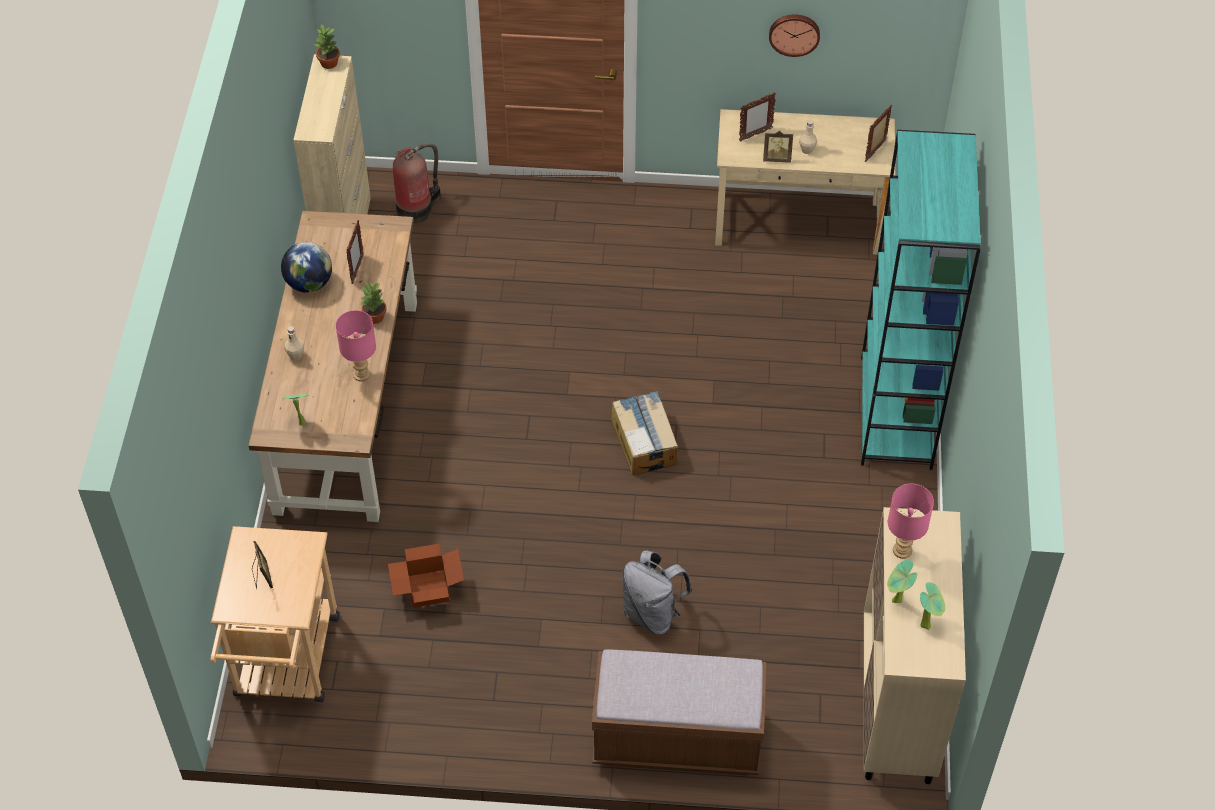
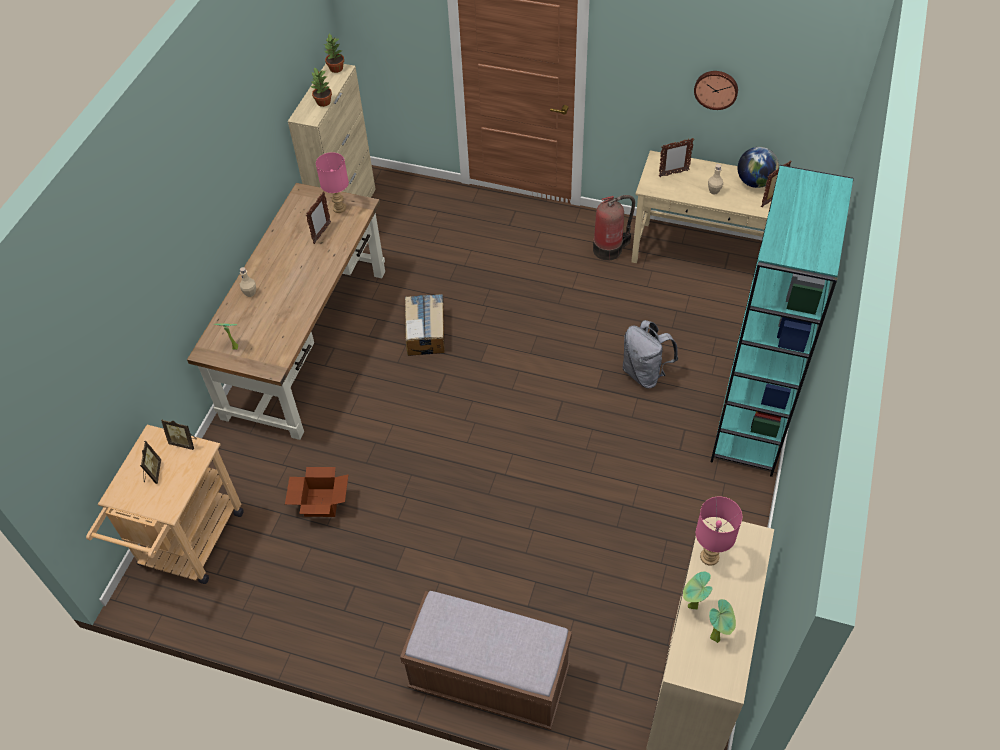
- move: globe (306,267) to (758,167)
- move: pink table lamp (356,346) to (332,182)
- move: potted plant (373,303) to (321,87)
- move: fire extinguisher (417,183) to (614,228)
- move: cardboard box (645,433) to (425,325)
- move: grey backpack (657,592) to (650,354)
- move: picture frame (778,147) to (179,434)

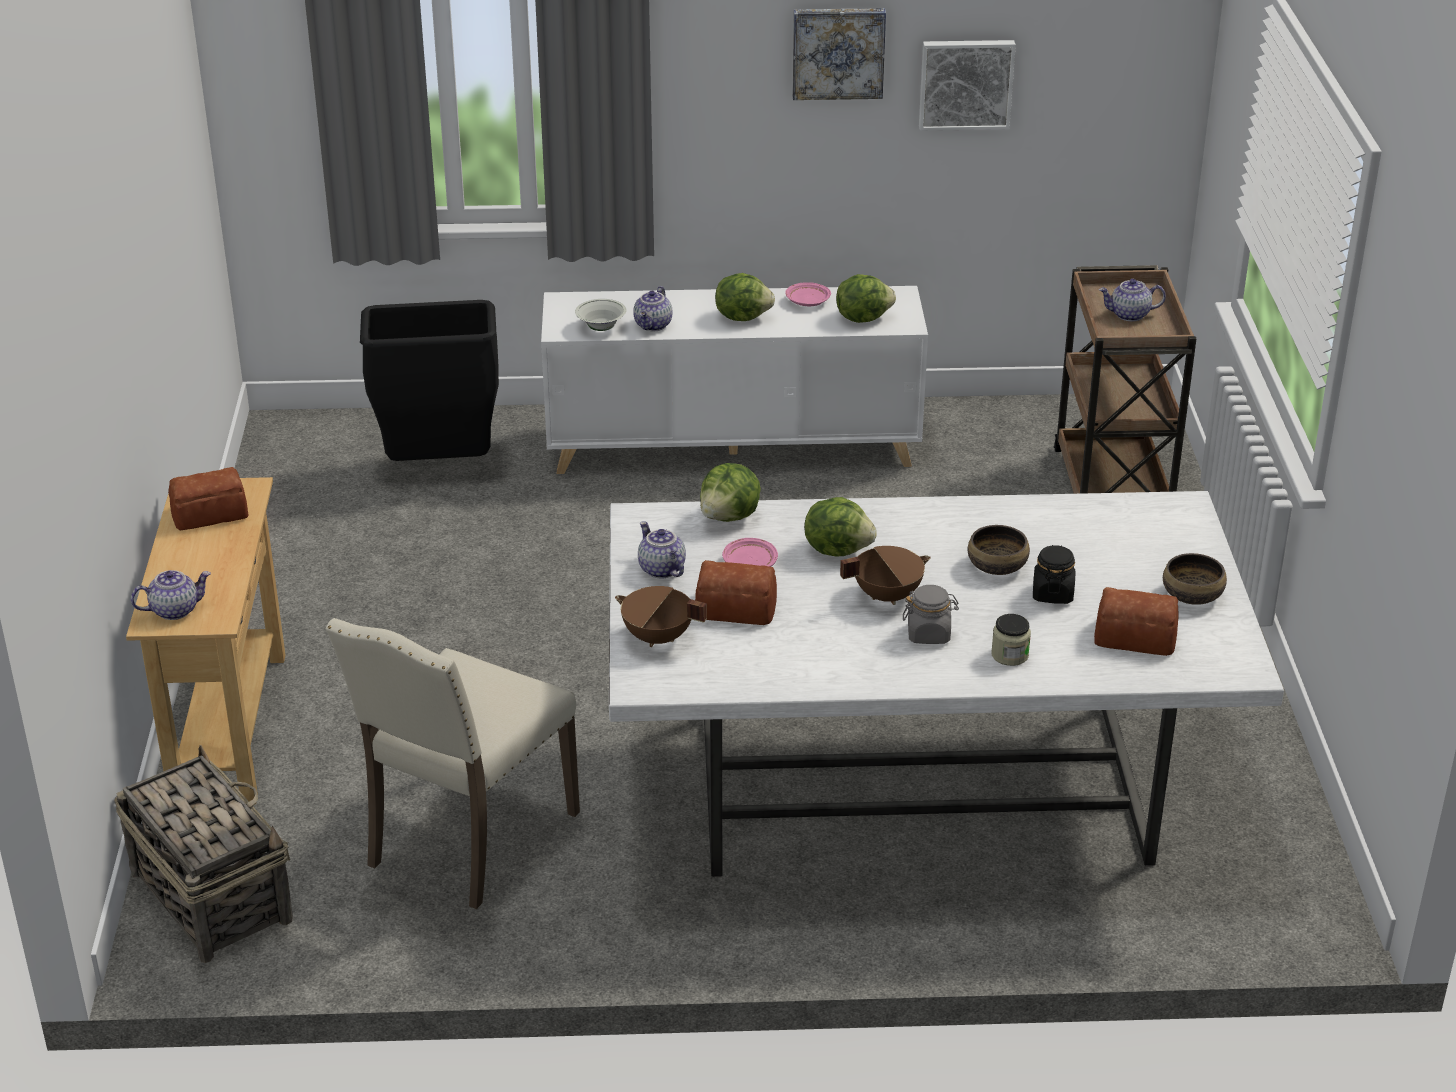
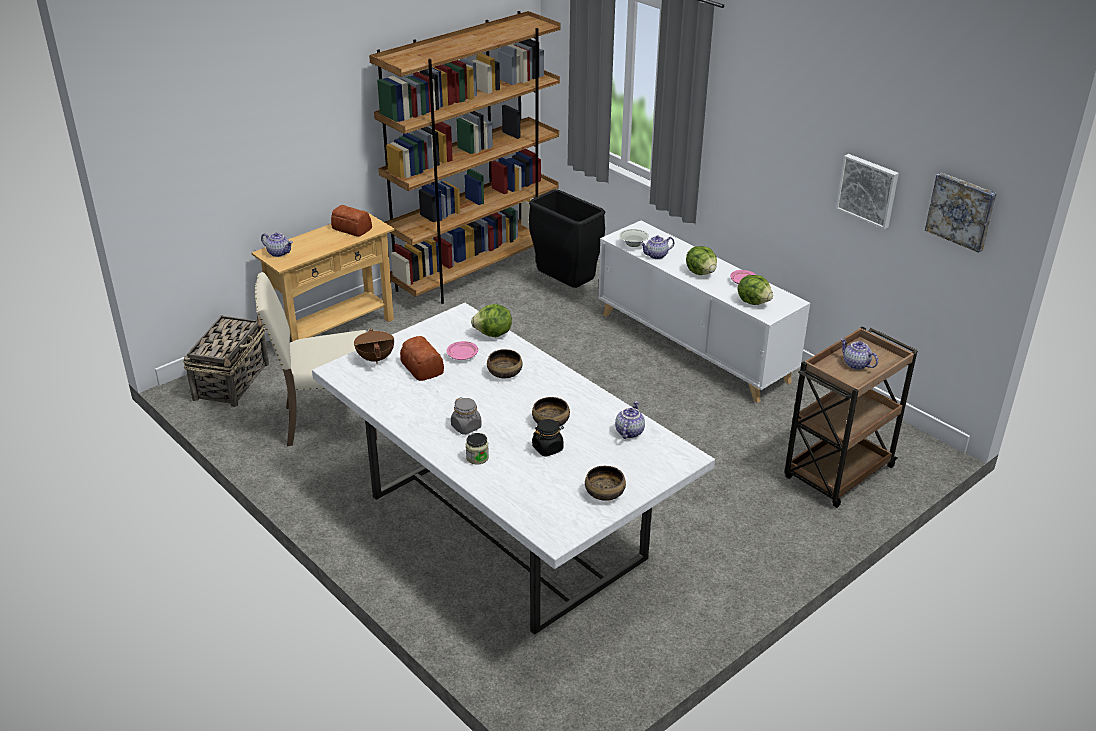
- move: teapot (662,550) to (630,420)
- move: picture (839,54) to (961,212)
- replace: lettuce (840,527) to bowl (505,363)
- delete: brown cooking pot (885,575)
- delete: bread (1136,621)
- insert: brown bookcase (464,157)

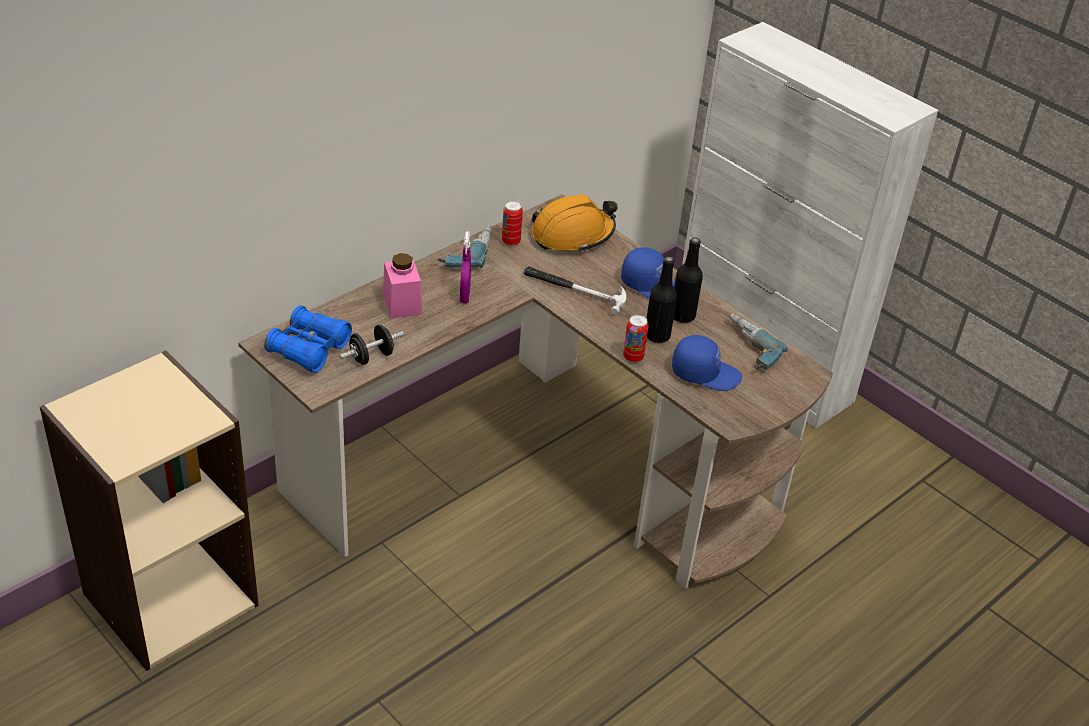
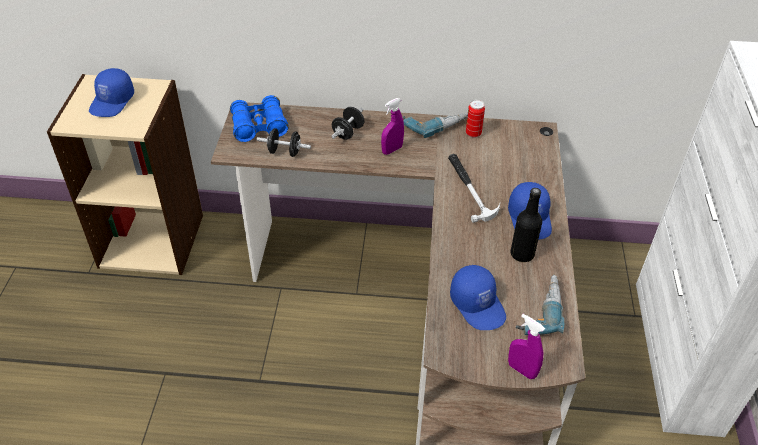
- replace: pink jar (402,286) to black dumbbell (348,123)
- delete: orange hard hat (574,223)
- delete: can (635,339)
- delete: black bottle (661,299)
- insert: blue cap (111,92)
- insert: purple spray bottle (526,346)

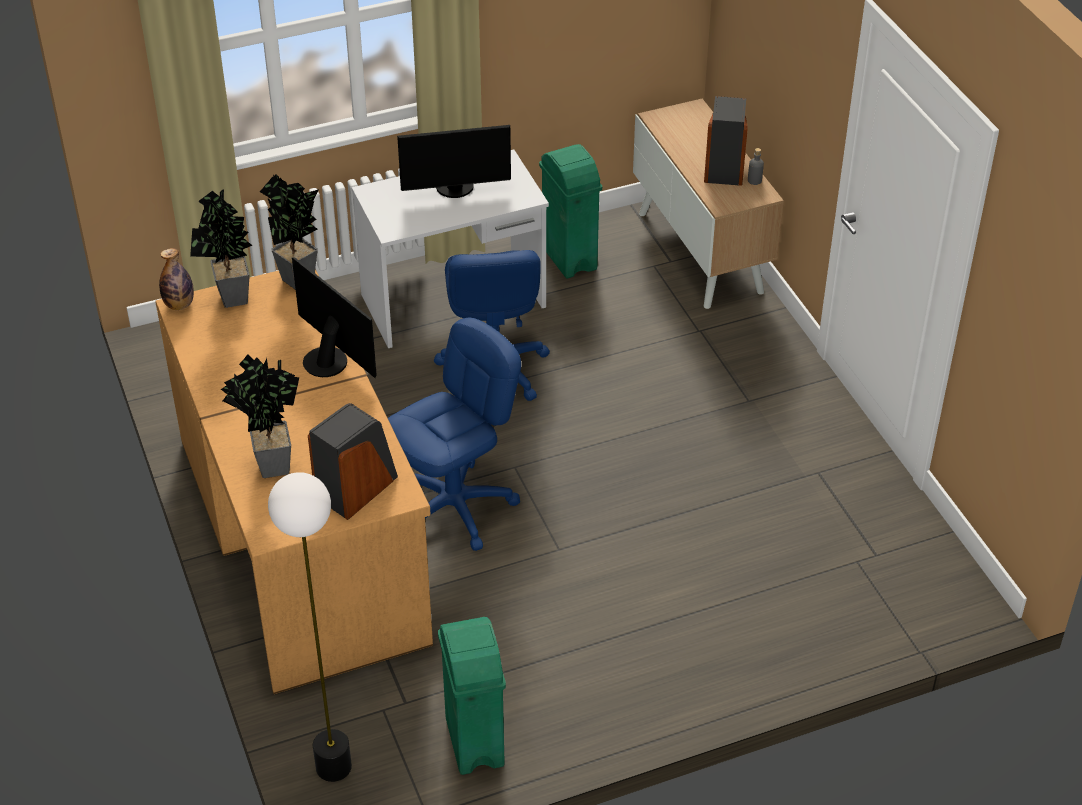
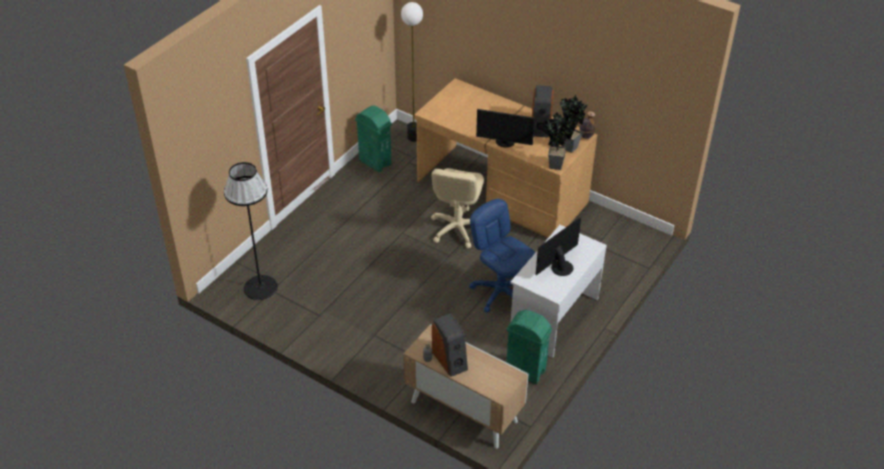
- delete: potted plant (260,416)
- move: speaker (353,461) to (543,111)
- recolor: blue office chair (454,434) to beige office chair (457,208)
- insert: black floor lamp (251,231)

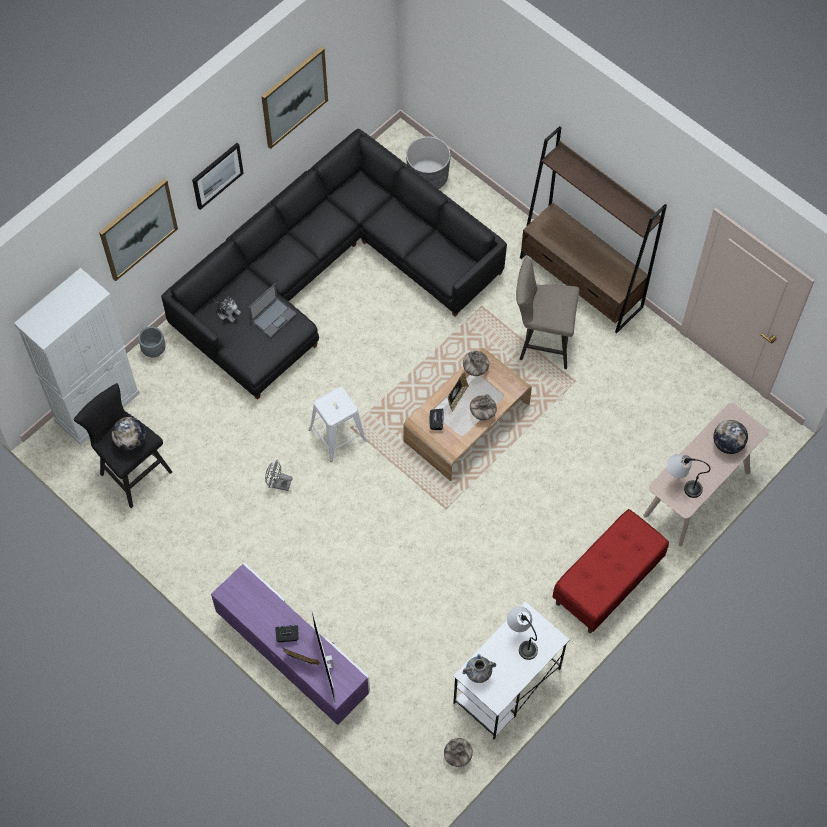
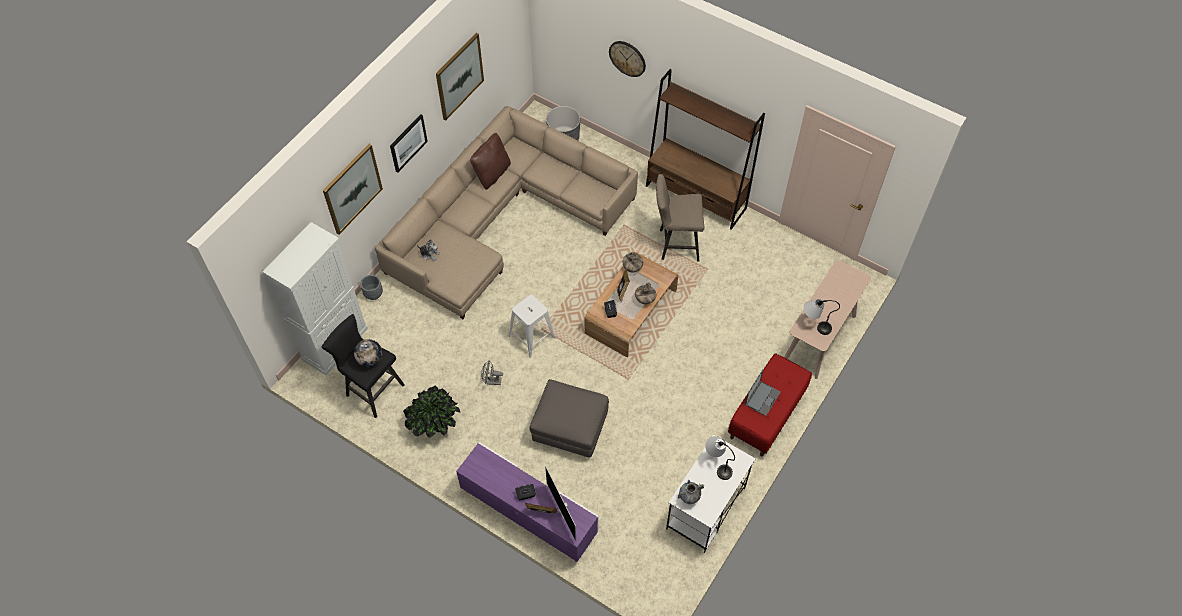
- recolor: black sofa (334,264) to beige sofa (506,212)
- move: laptop (273,310) to (763,392)
- delete: vase (458,752)
- delete: globe (730,437)
- insert: potted plant (431,411)
- insert: brown pillow (490,161)
- insert: grey ottoman (569,418)
- insert: wall clock (627,59)

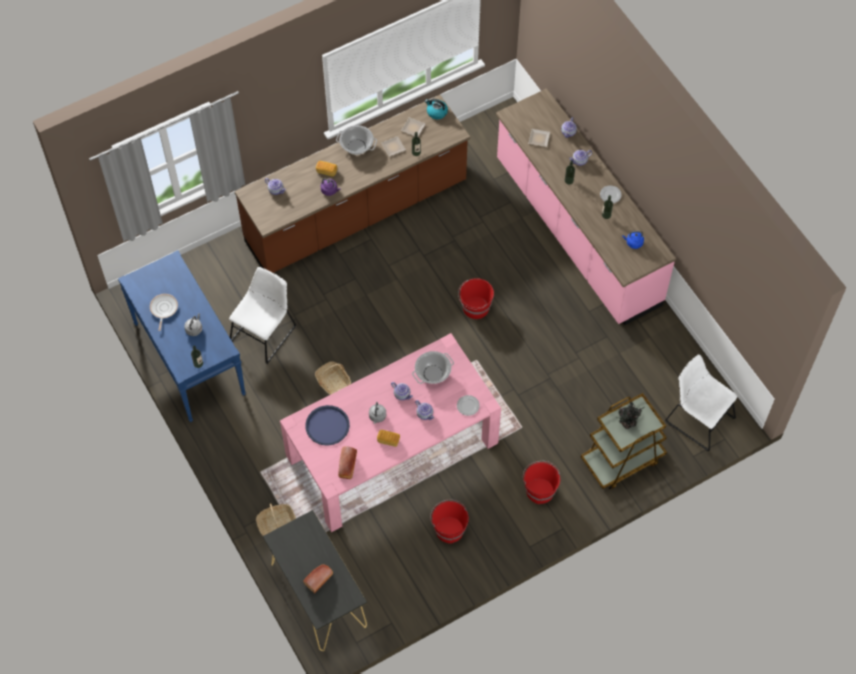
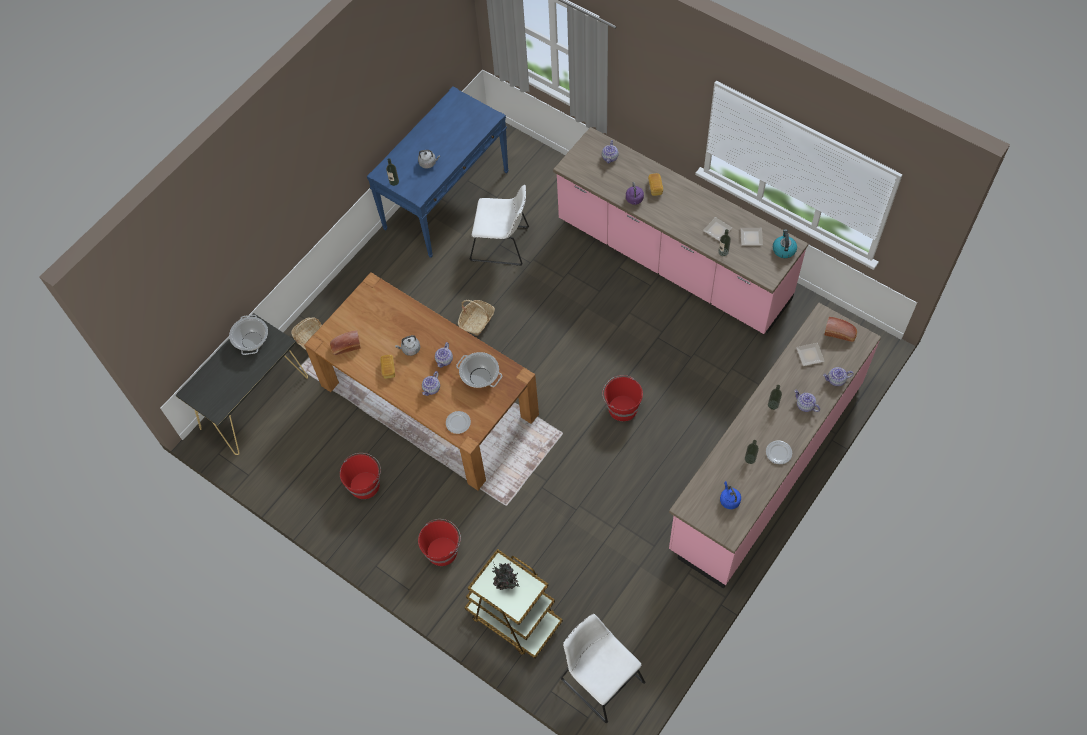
- delete: frying pan (164,312)
- recolor: brown counter (352,184) to pink counter (680,230)
- recolor: pink dining table (390,432) to brown dining table (421,381)
- move: bread (318,579) to (841,329)
- delete: blue tray (327,425)
- move: cooking pot (356,140) to (248,335)
- rotate: white chair (701,402) = (603,668) 60 degrees counterclockwise

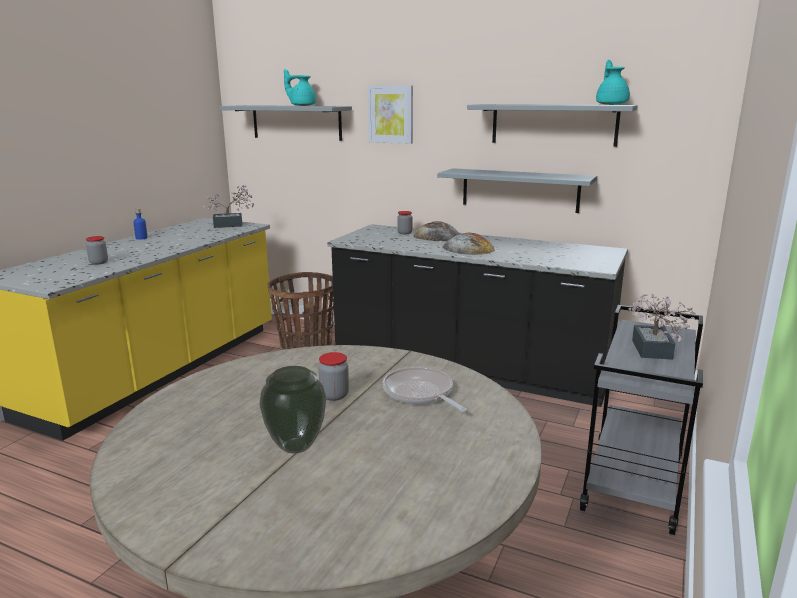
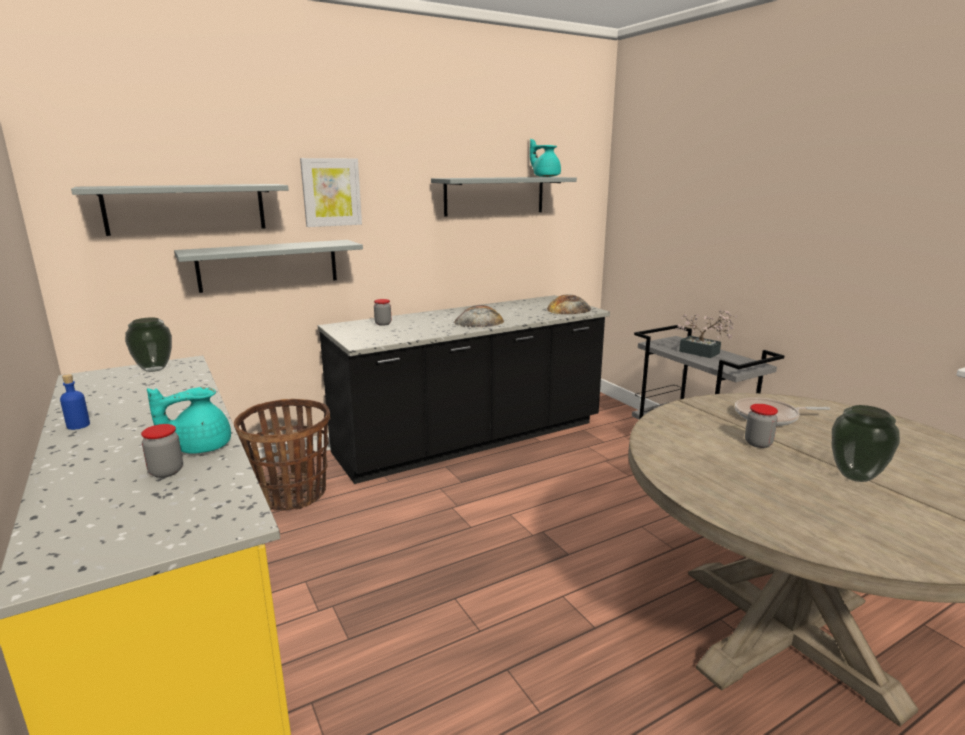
- replace: potted plant (228,206) to vase (148,344)
- move: turquoise teapot (300,87) to (189,420)
- move: bread (436,231) to (569,304)
- move: grey shelf (517,190) to (268,266)

